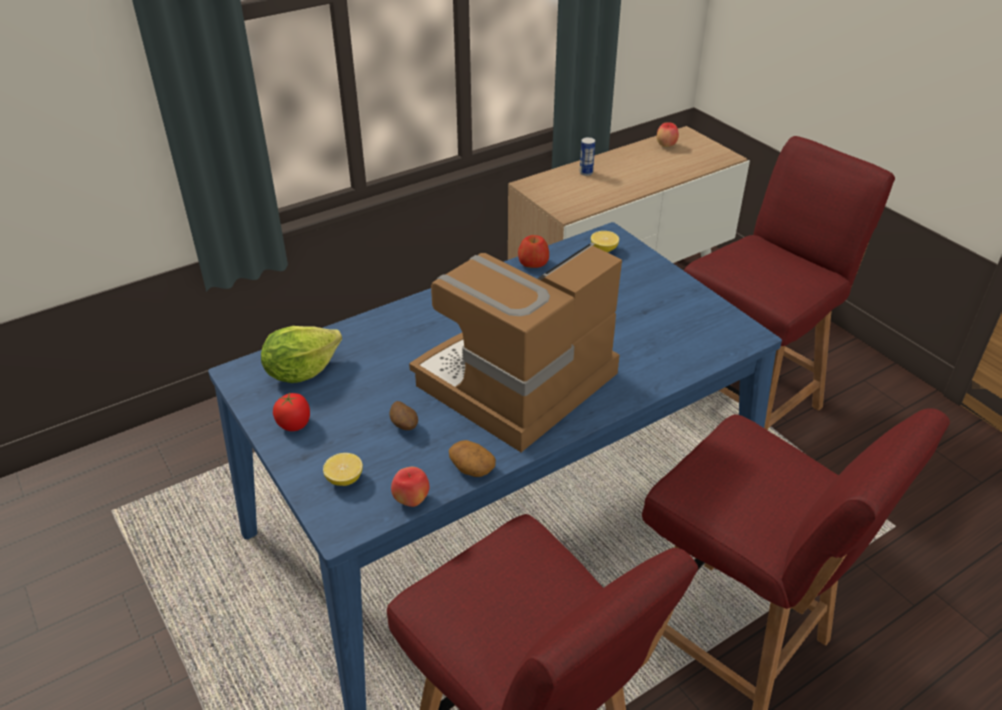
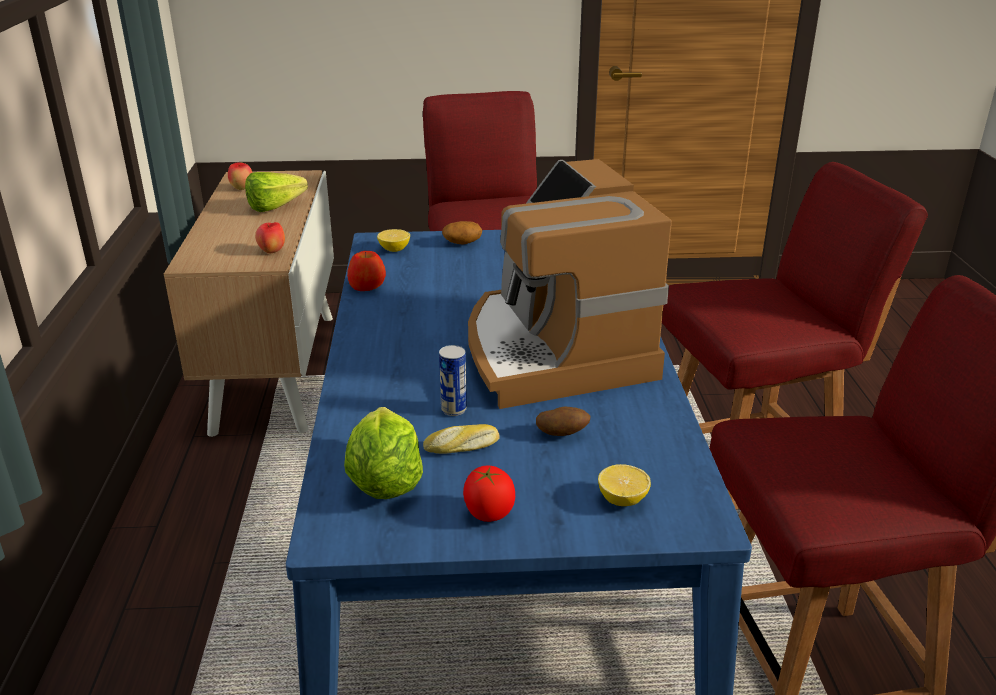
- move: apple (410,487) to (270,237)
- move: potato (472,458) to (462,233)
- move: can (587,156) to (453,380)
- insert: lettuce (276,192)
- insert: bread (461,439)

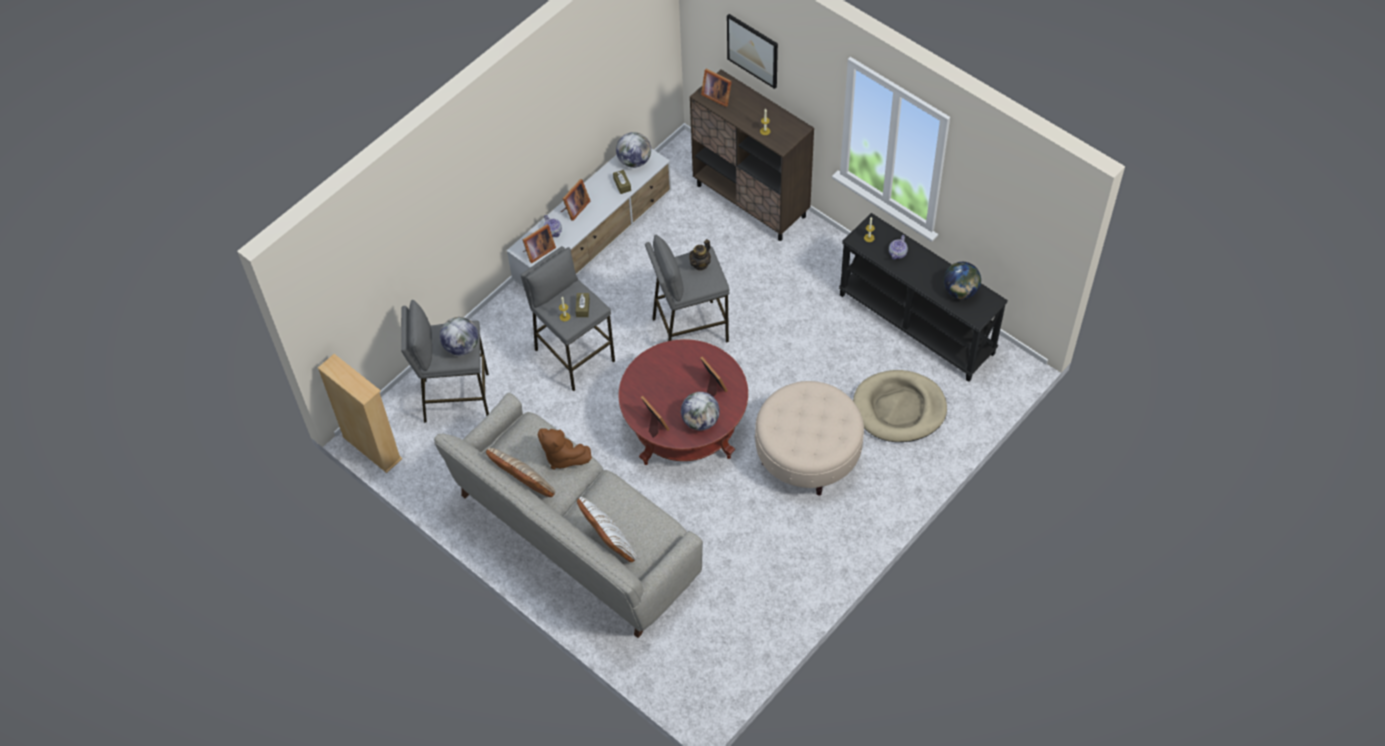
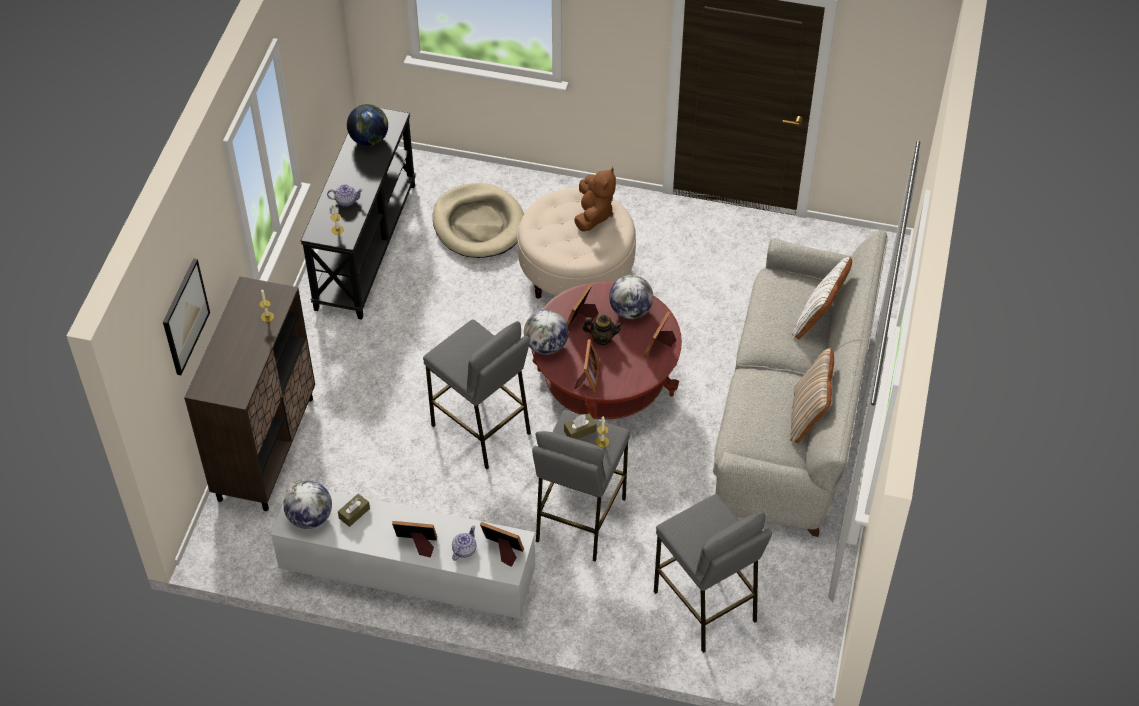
- delete: beige bookcase (360,413)
- move: globe (459,336) to (546,332)
- move: brown plush toy (565,449) to (595,199)
- move: teapot (700,255) to (602,329)
- move: picture frame (716,88) to (587,366)

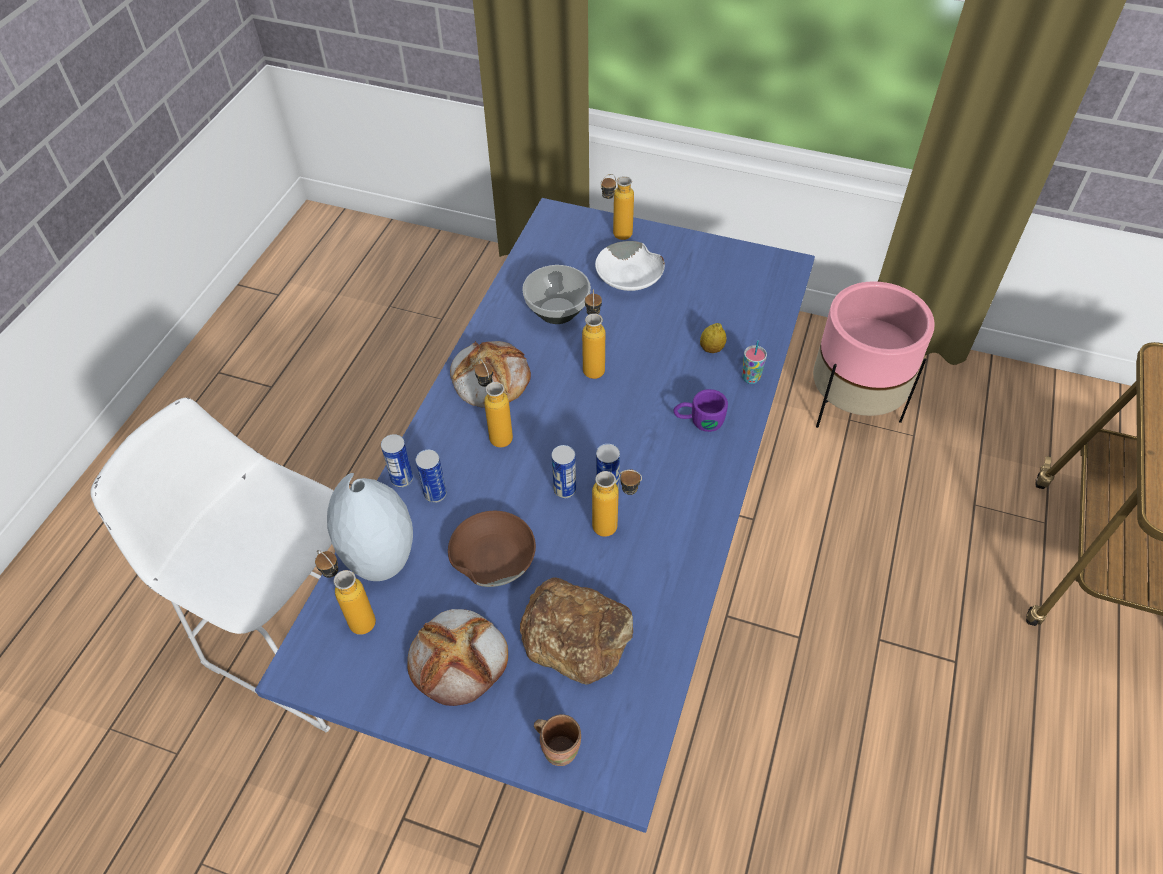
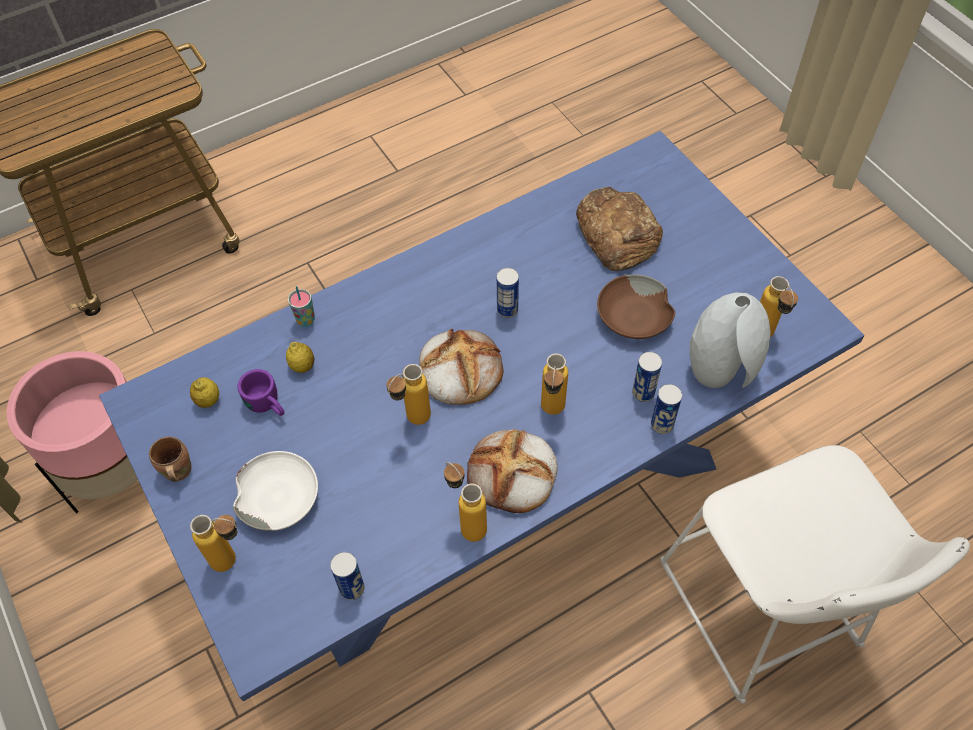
- move: bread (457,657) to (461,367)
- delete: bowl (556,294)
- move: brown mug (557,740) to (170,459)
- move: can (564,471) to (347,576)
- move: bottle (617,503) to (465,502)
- move: purple mug (700,410) to (260,392)
- insert: lemon (204,392)

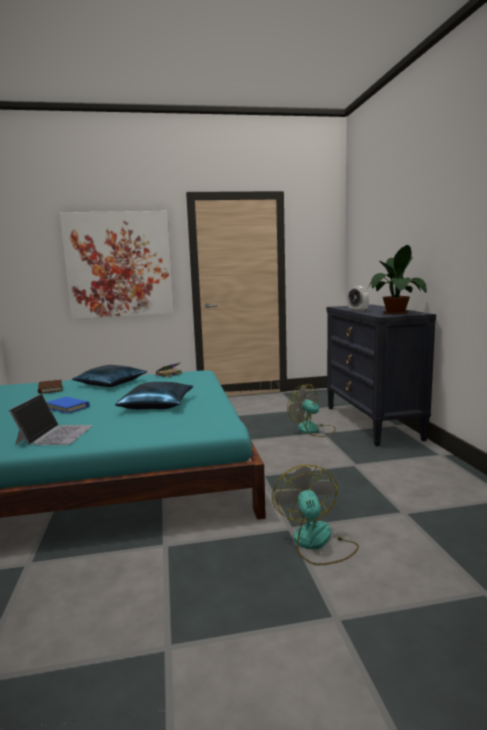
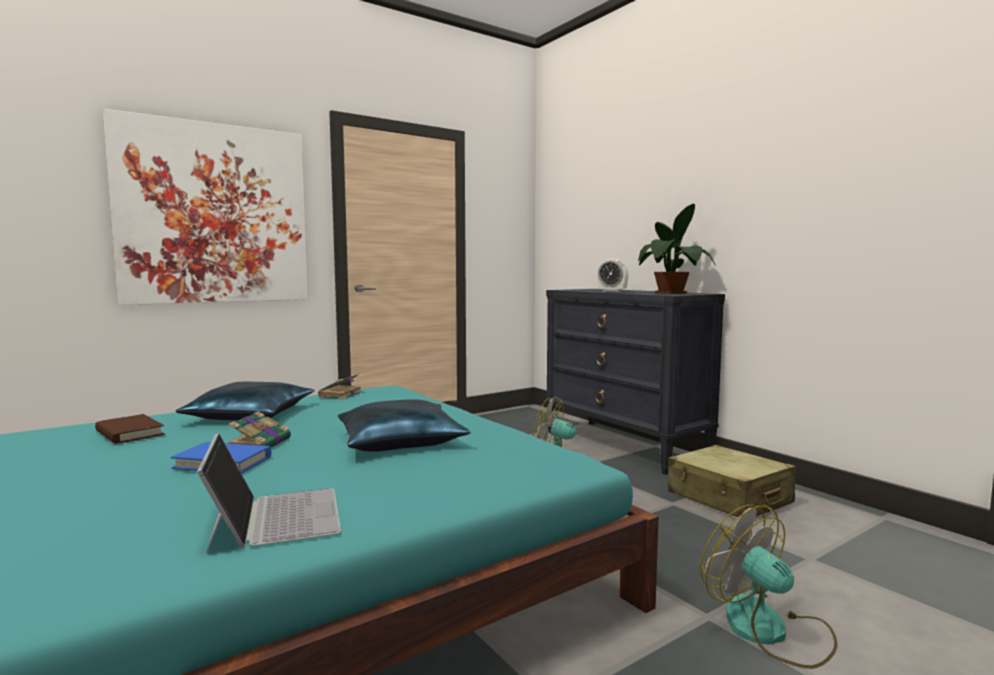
- insert: book (259,429)
- insert: beige suitcase (732,481)

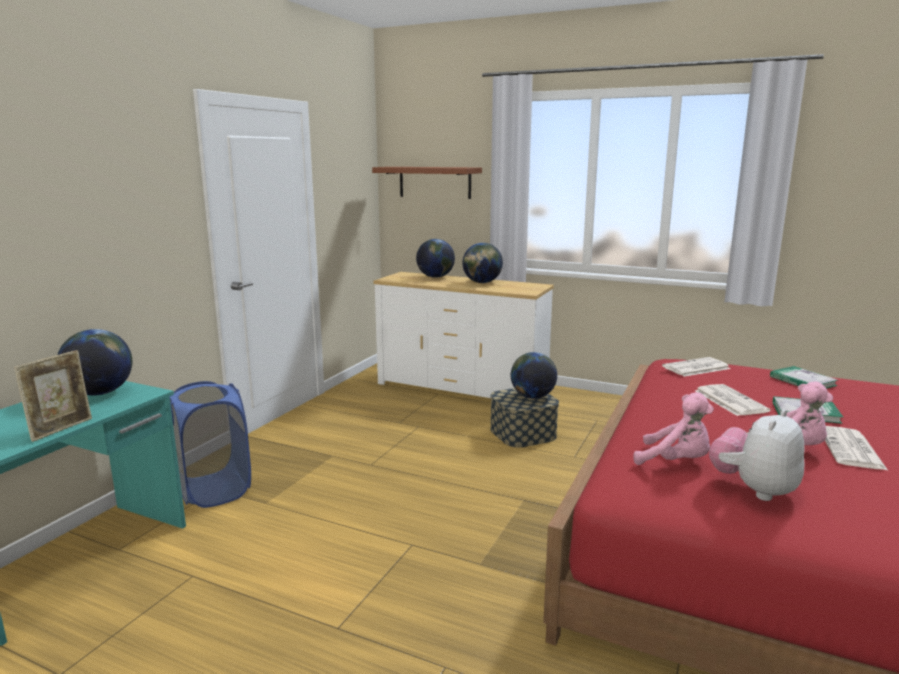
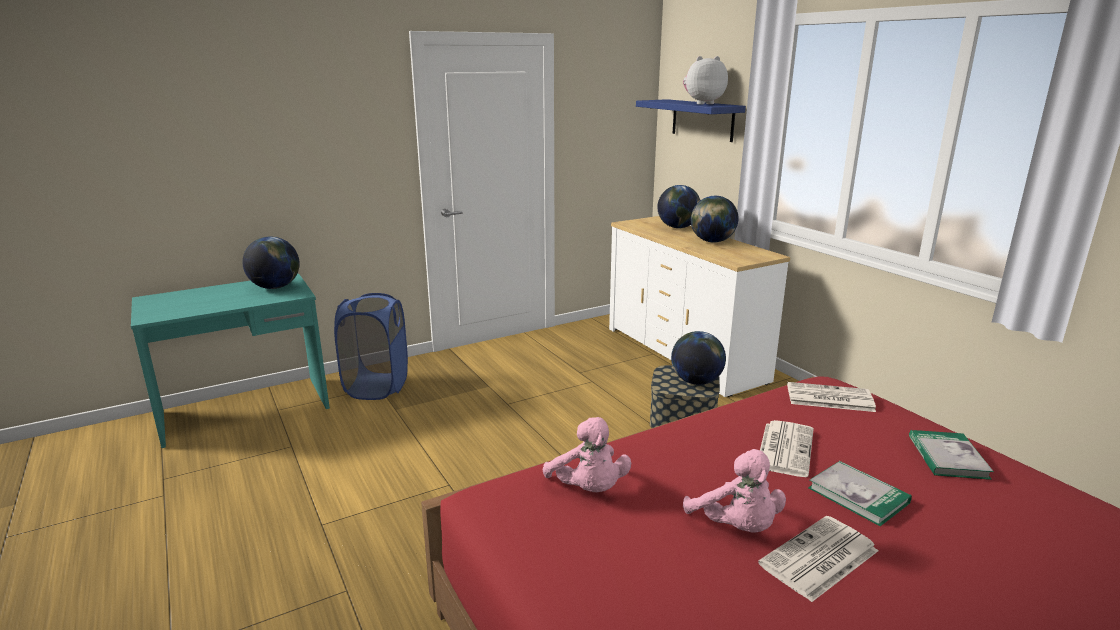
- delete: picture frame (53,396)
- recolor: brown shelf (427,183) to blue shelf (691,120)
- move: plush toy (757,455) to (705,80)

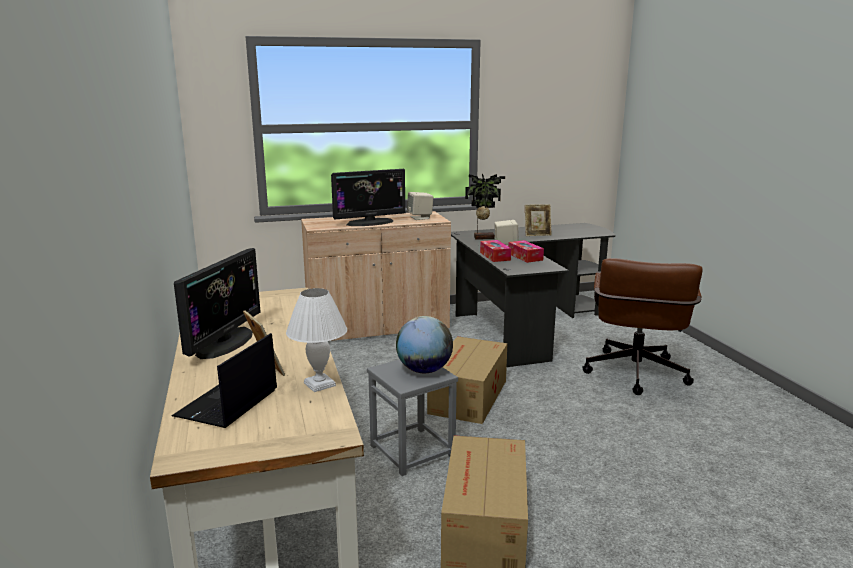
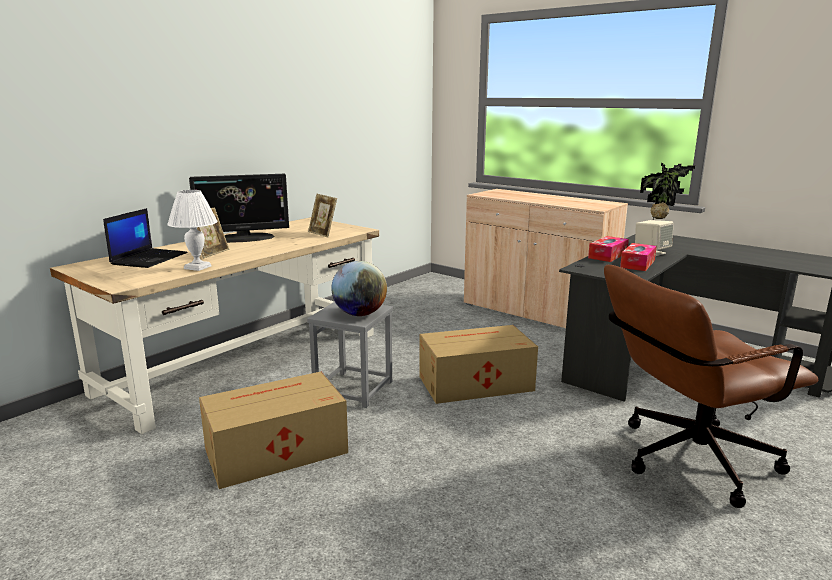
- rotate: laptop (224,380) = (145,238) 120 degrees clockwise
- delete: monitor (368,197)
- delete: beige speaker (420,206)
- move: picture frame (538,220) to (322,216)

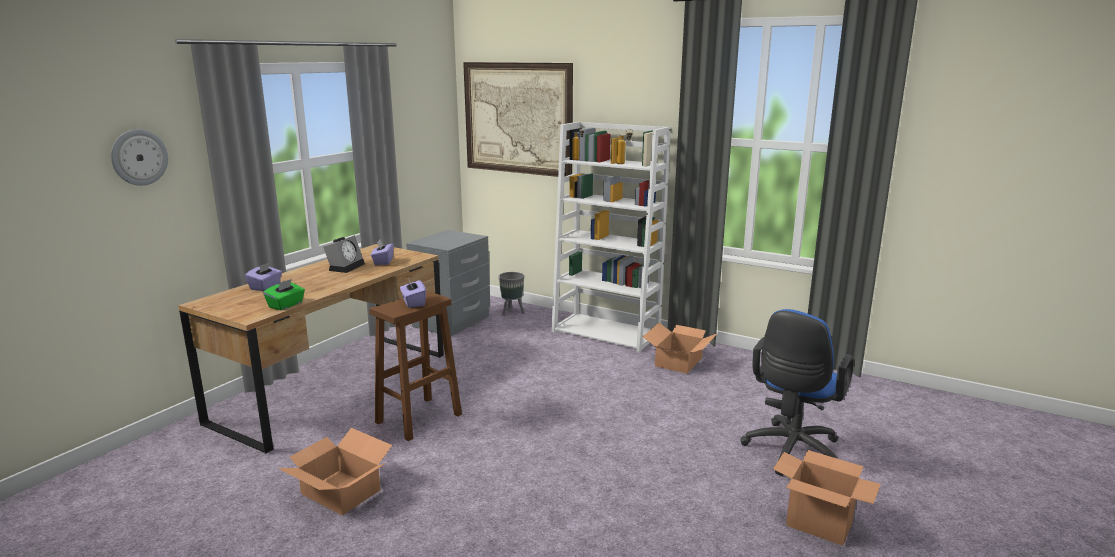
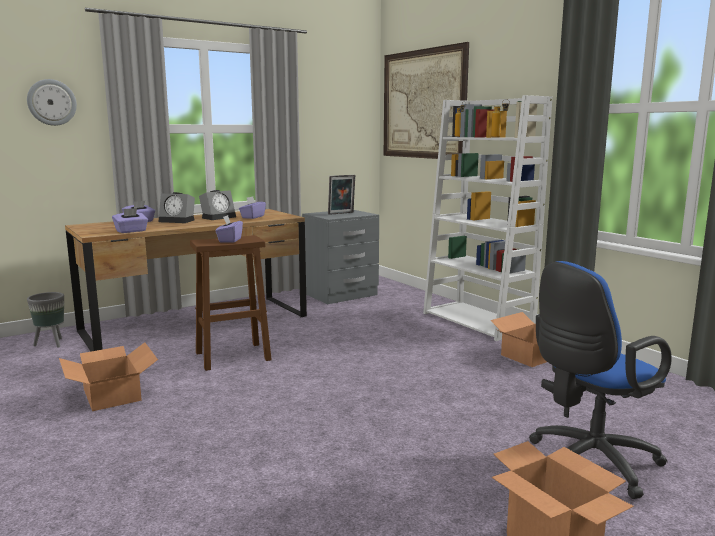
- recolor: green tissue box (284,294) to purple tissue box (130,220)
- move: grey planter (511,294) to (45,320)
- insert: alarm clock (177,207)
- insert: picture frame (341,195)

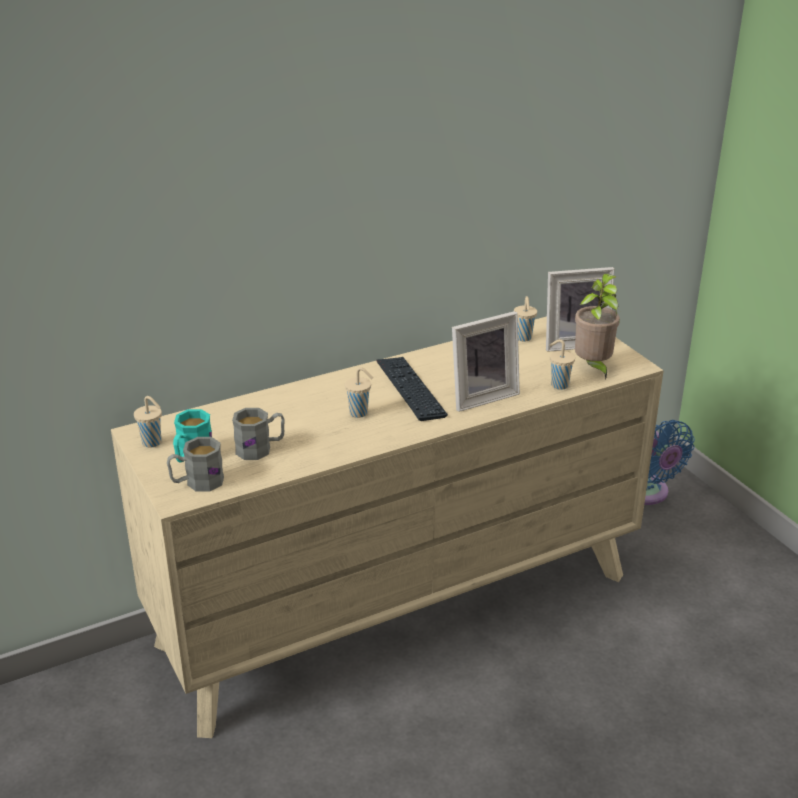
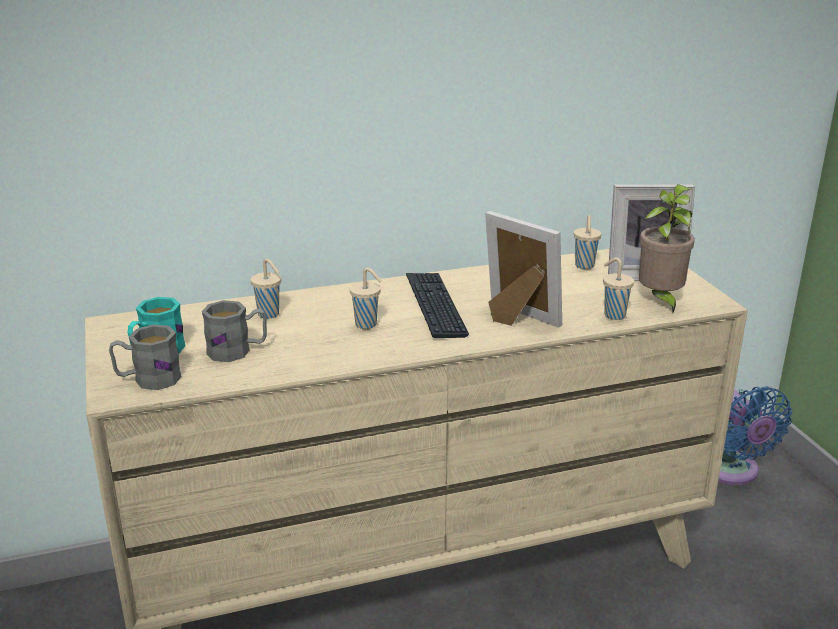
- move: beige cup (148,421) to (265,288)
- rotate: picture frame (486,361) = (523,269) 120 degrees counterclockwise

